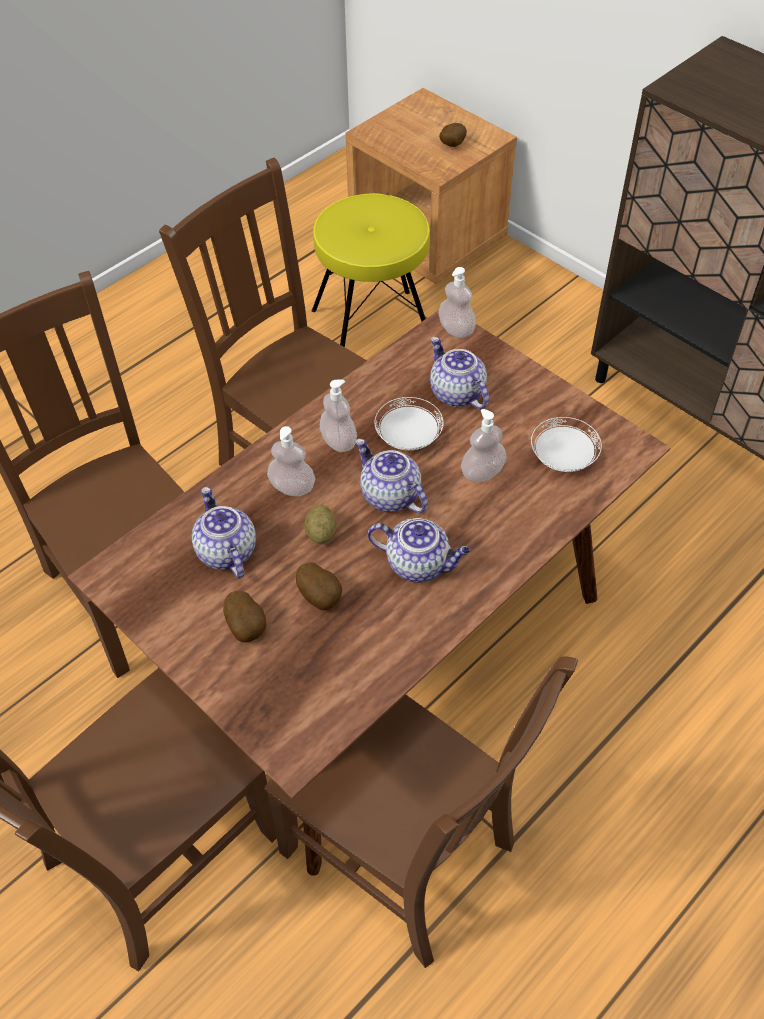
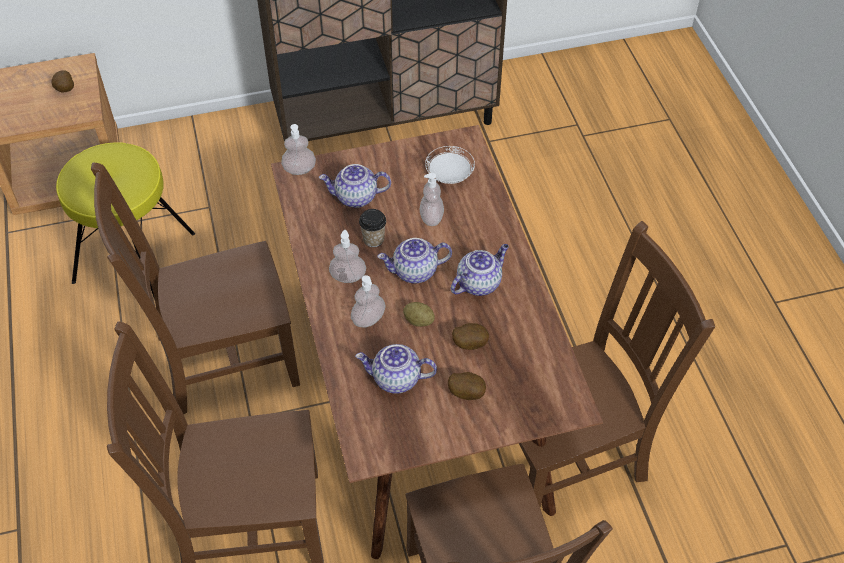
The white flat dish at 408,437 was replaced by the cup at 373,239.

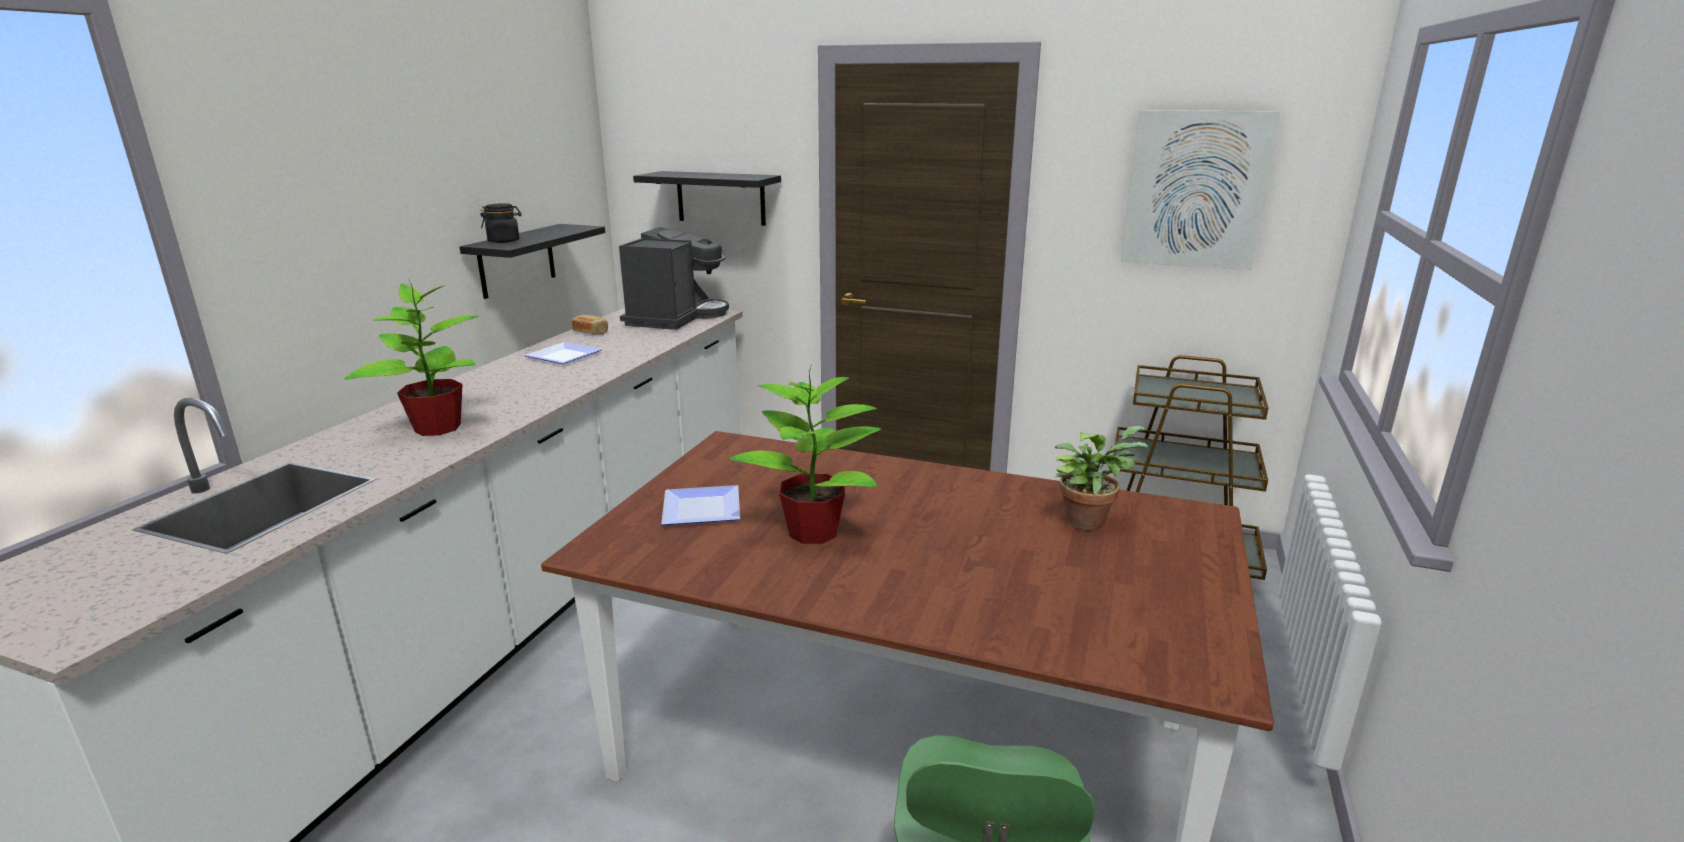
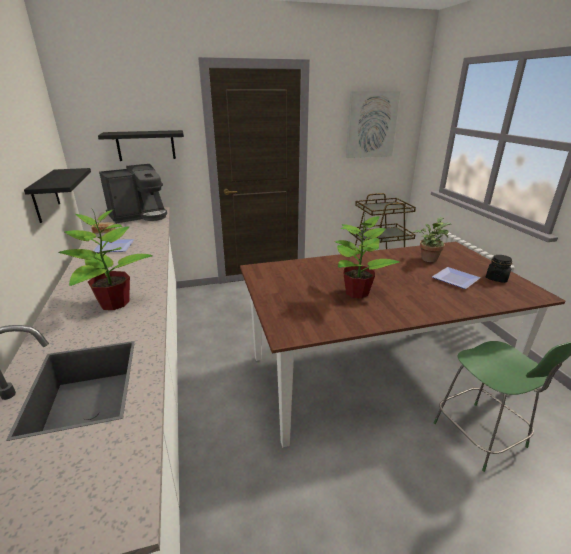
The coffee machine at 675,317 turned 75 degrees clockwise.
The flat dish moved from 704,510 to 457,279.
The black jar moved from 504,241 to 496,278.

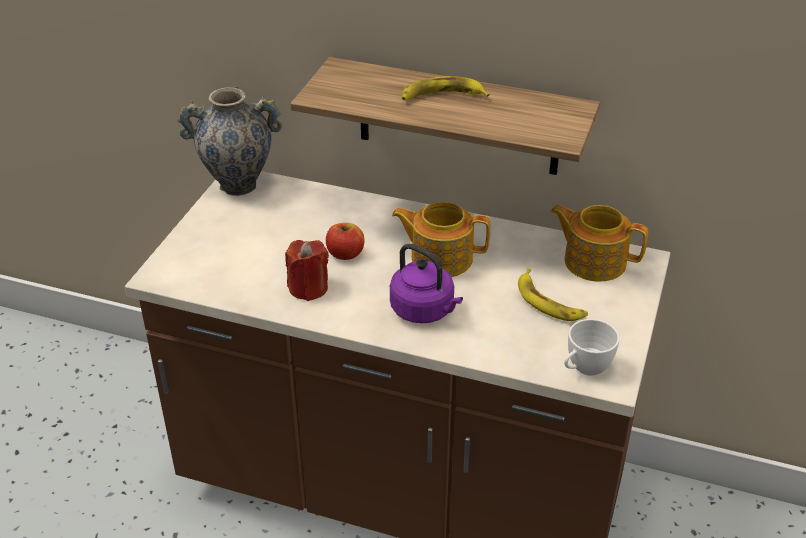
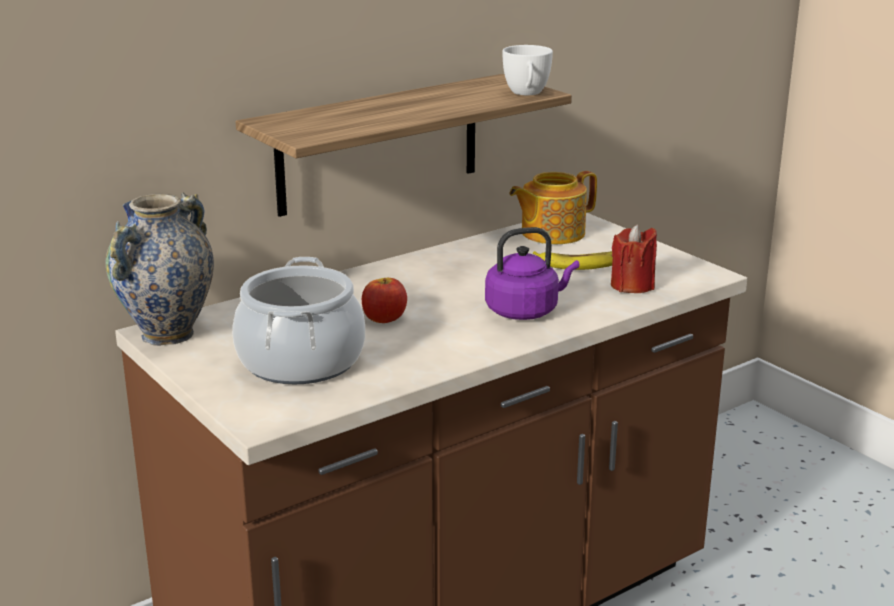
The cooking pot at 301,361 appeared.
The white cup moved from 584,368 to 527,93.
The red-coloured candle moved from 308,288 to 632,285.
The pot for tea at 440,258 disappeared.
The banana fruit at 442,96 disappeared.

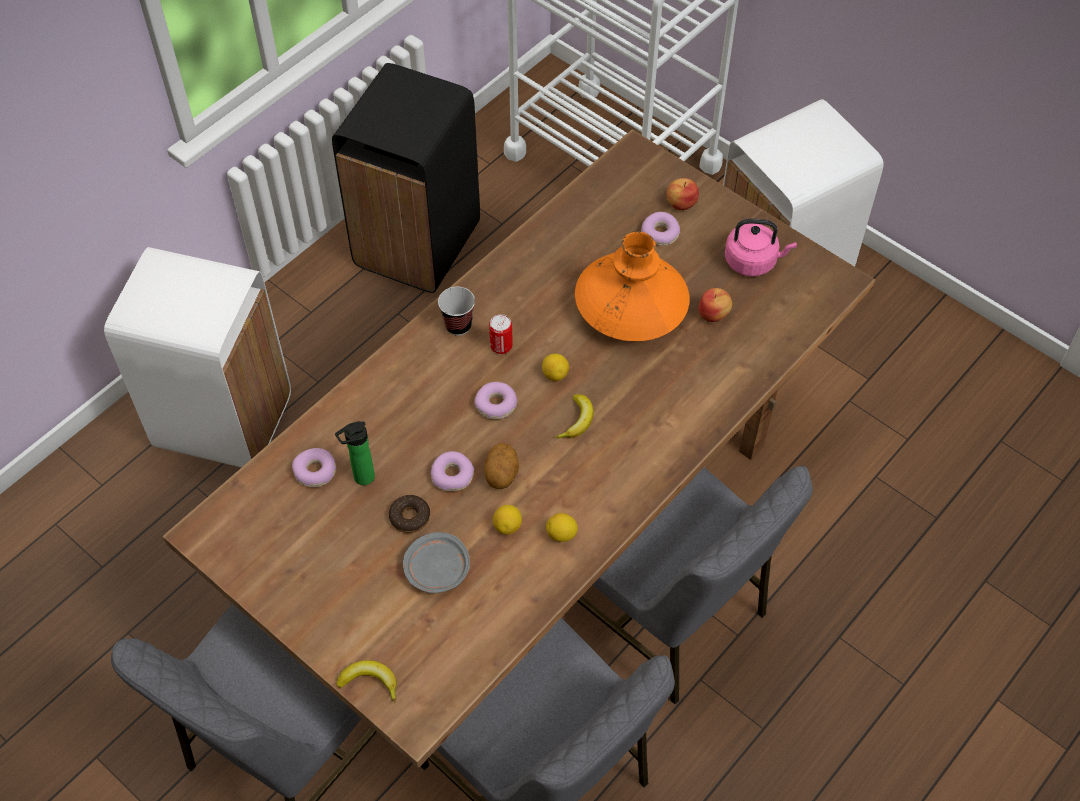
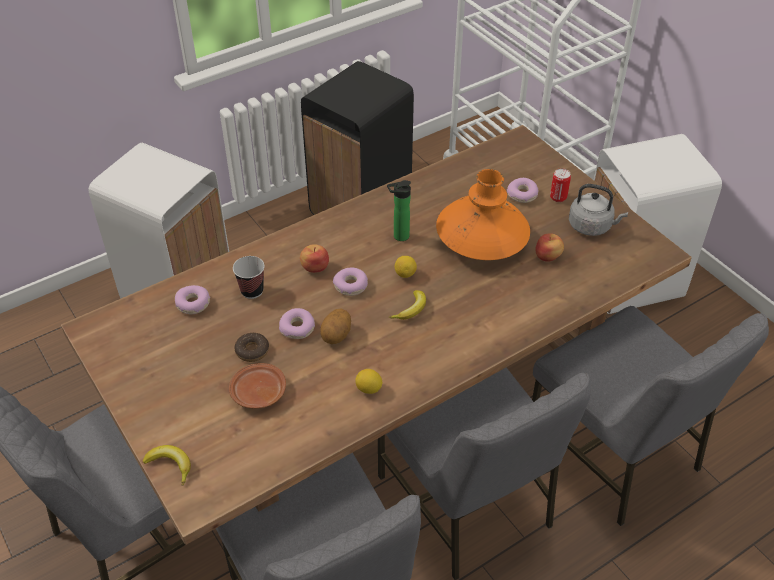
The gray flat dish at 437,569 became the brown flat dish at 258,393.
The cup moved from 458,325 to 252,291.
The whole apple moved from 681,203 to 315,267.
The beverage bottle moved from 361,478 to 399,236.
The gray chair at 615,453 appeared.
The metal can moved from 501,346 to 558,197.
The pinkish water kettle at 753,261 became the gray water kettle at 592,226.
The whole lemon at 508,526 disappeared.

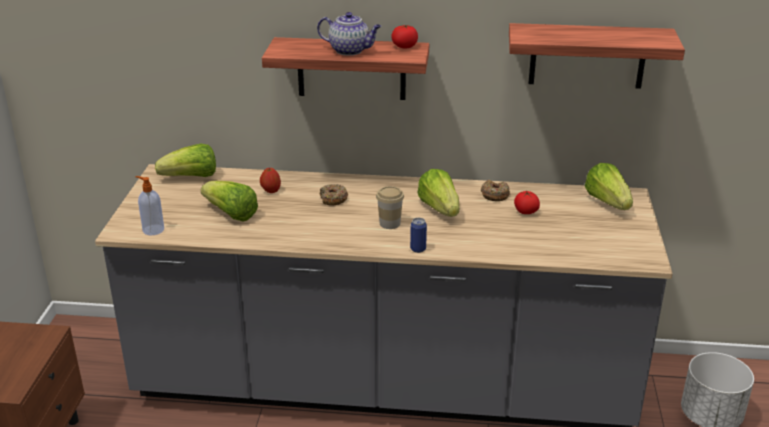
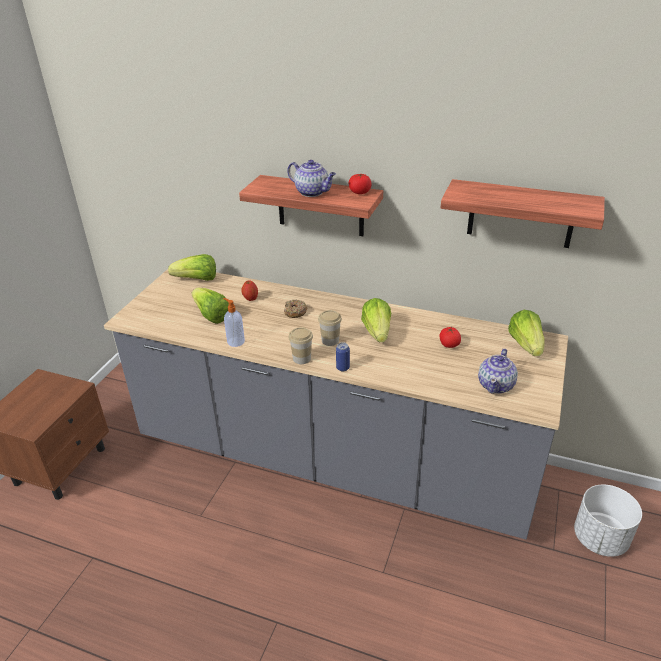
The soap bottle moved from 152,230 to 235,341.
The cup at 302,358 appeared.
The pot for tea at 496,385 appeared.
The ring doughnut at 494,195 disappeared.

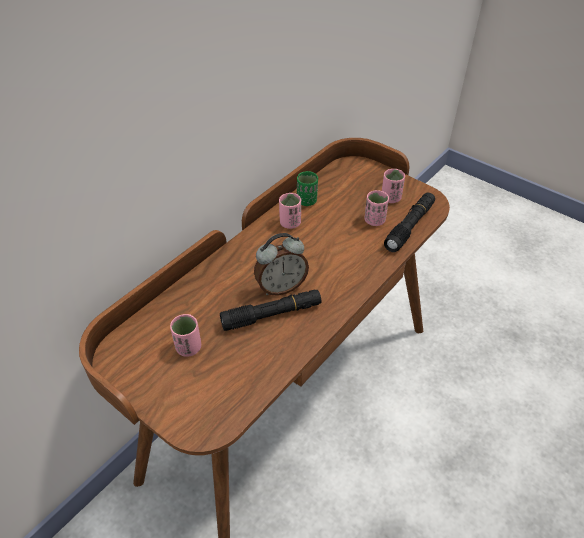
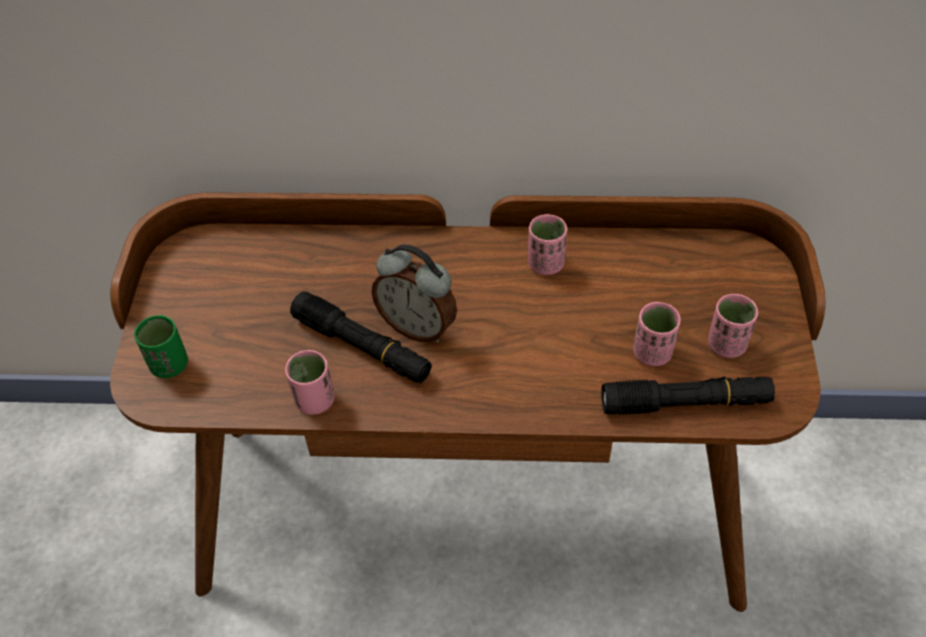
The green cup moved from 306,201 to 169,365.
The pinkish cup moved from 188,347 to 315,400.

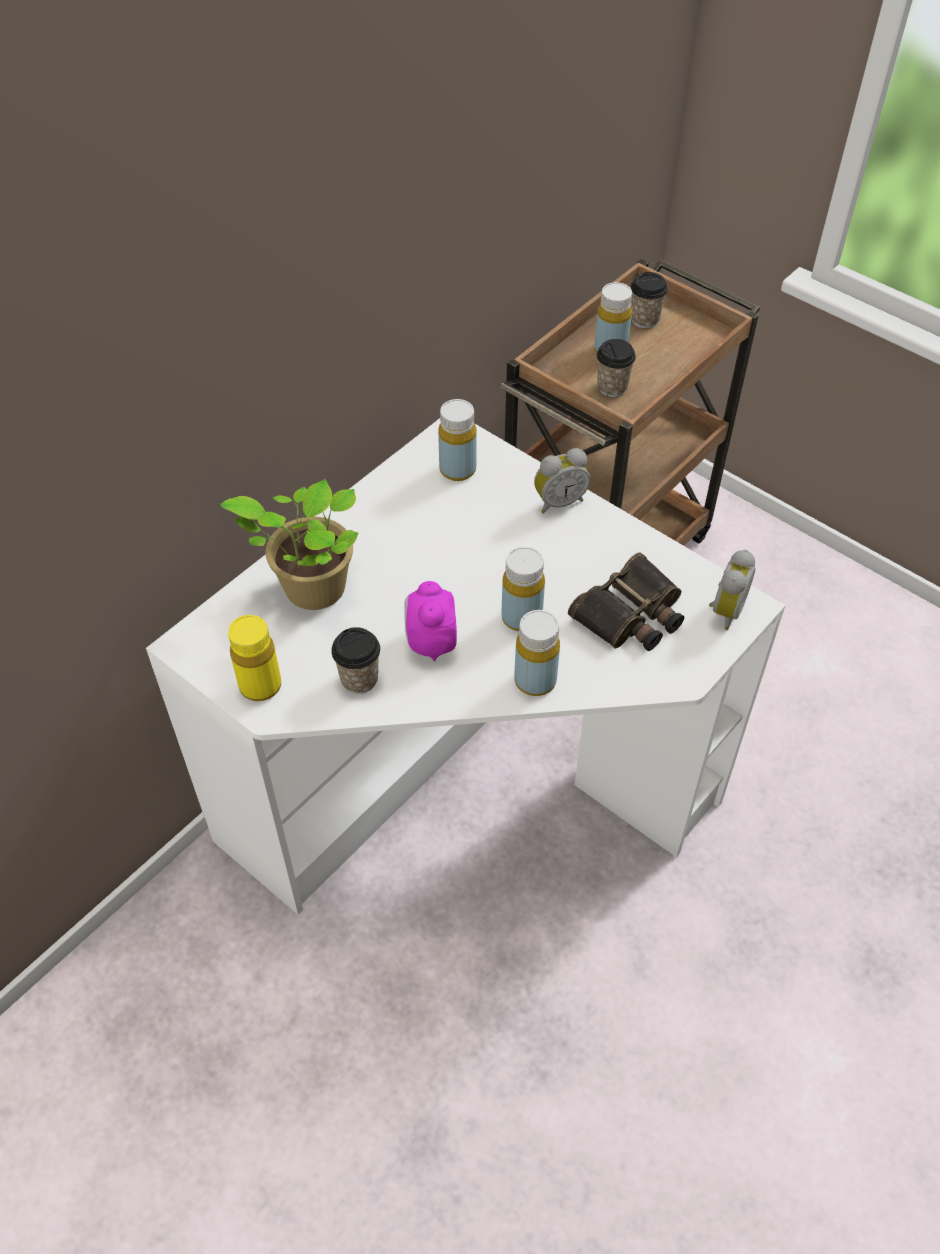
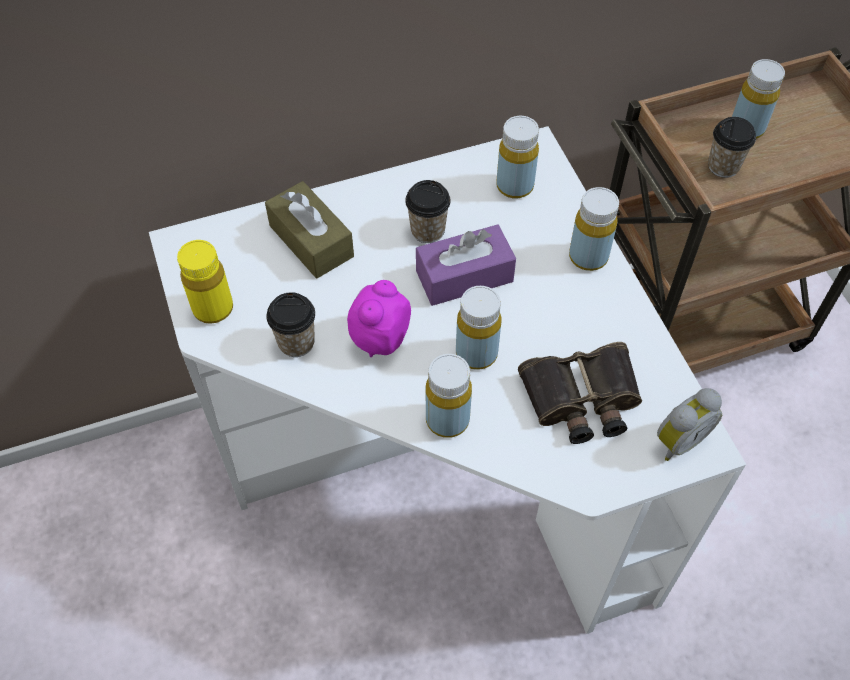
The plant in a pot at 310,589 was replaced by the brown box of tissues at 311,241.
The cup moved from 644,319 to 427,230.
The purplish box of tissues at 464,276 appeared.
The bedside clock at 558,501 was replaced by the yellow-coloured beverage bottle at 588,257.

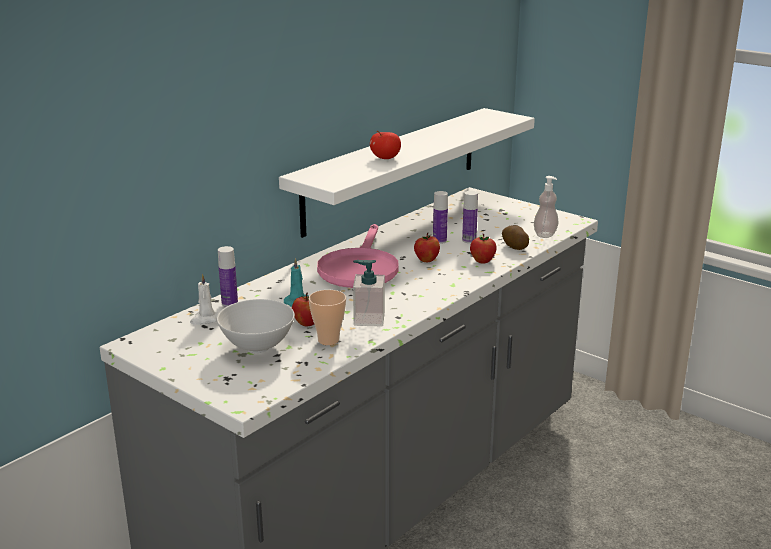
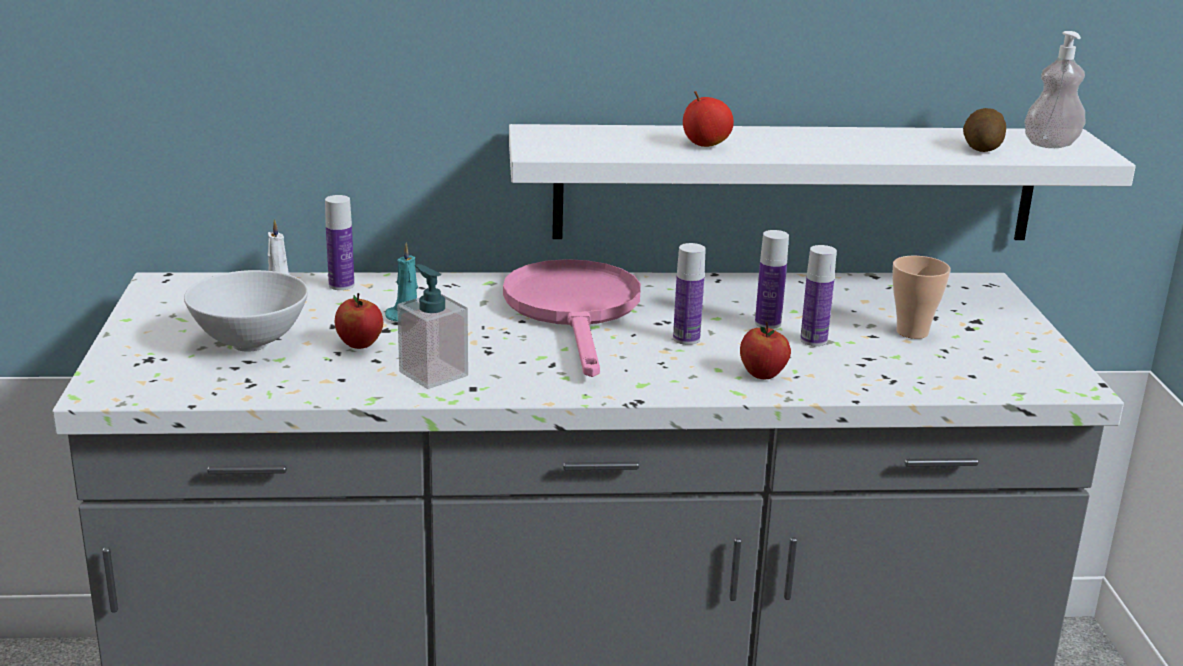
The pinkish frying pan at 359,268 turned 120 degrees clockwise.
The whole apple at 426,260 was replaced by the beverage bottle at 686,339.
The cup moved from 328,340 to 912,332.
The spud moved from 514,247 to 981,148.
The soap bottle moved from 545,234 to 1050,144.

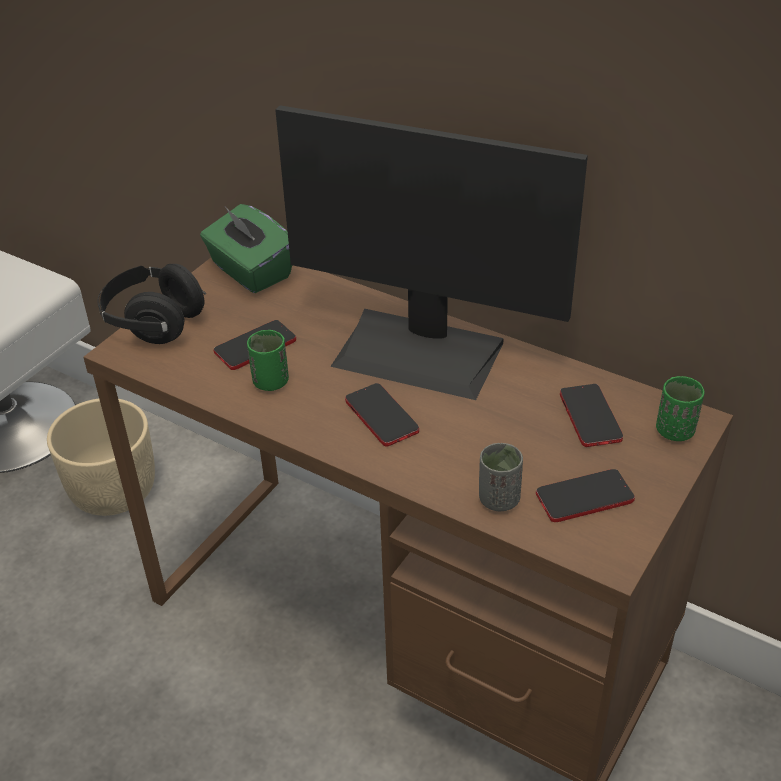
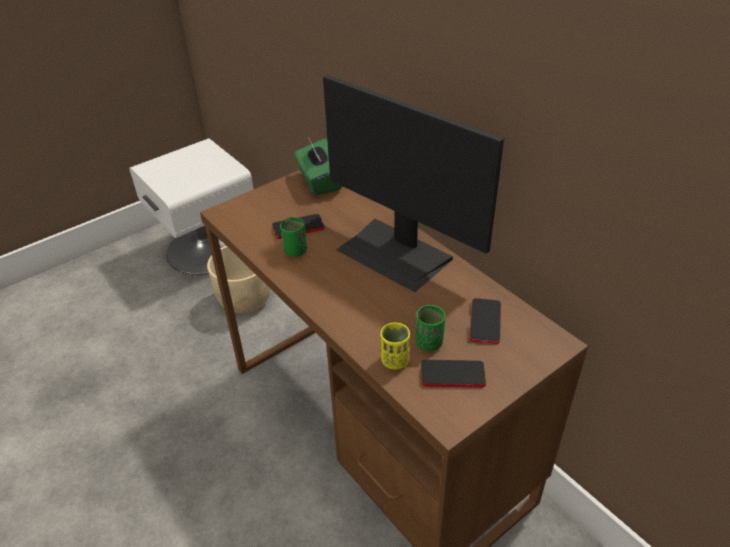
The gray cup at 499,499 became the yellow-coloured cup at 395,361.
The green cup moved from 675,431 to 429,343.
The black headphones at 154,322 disappeared.
The handset at 381,416 disappeared.

